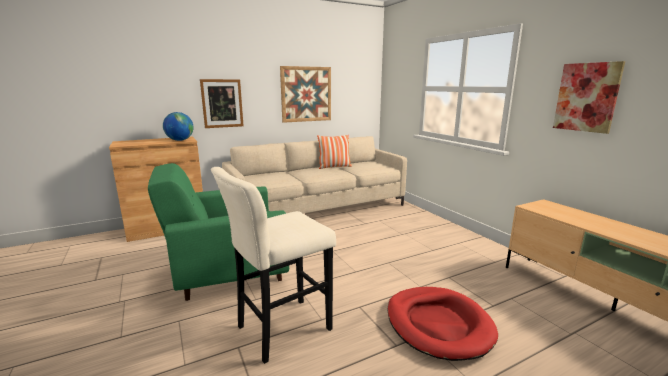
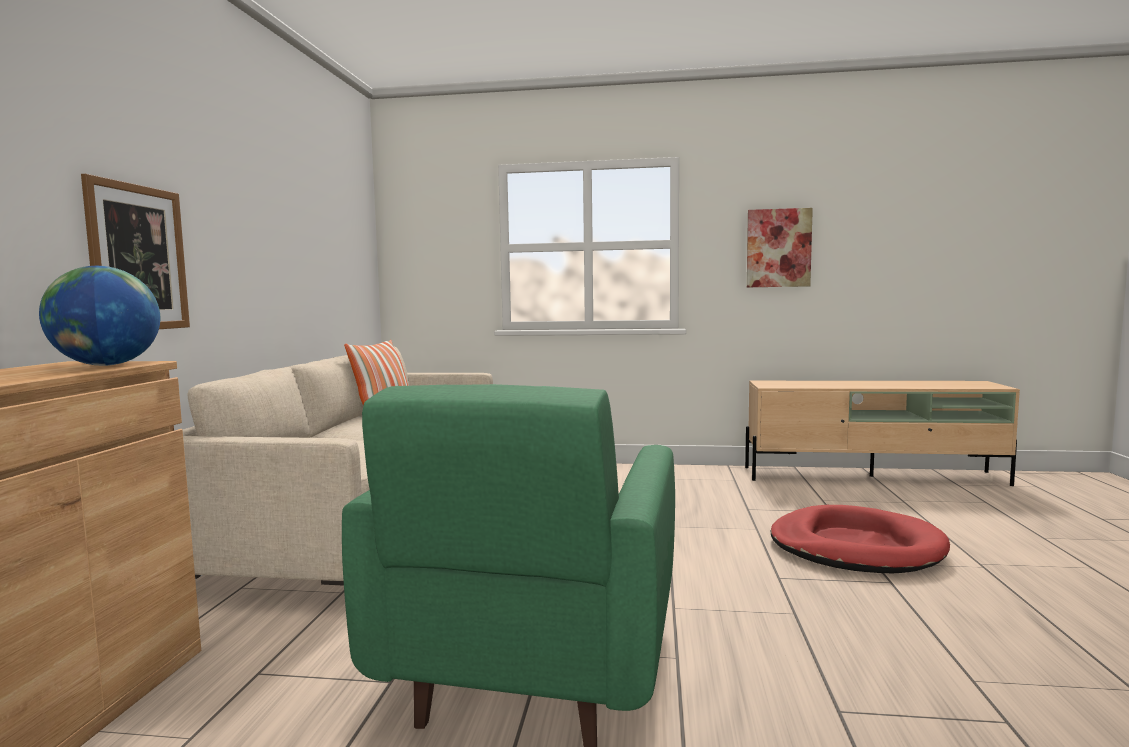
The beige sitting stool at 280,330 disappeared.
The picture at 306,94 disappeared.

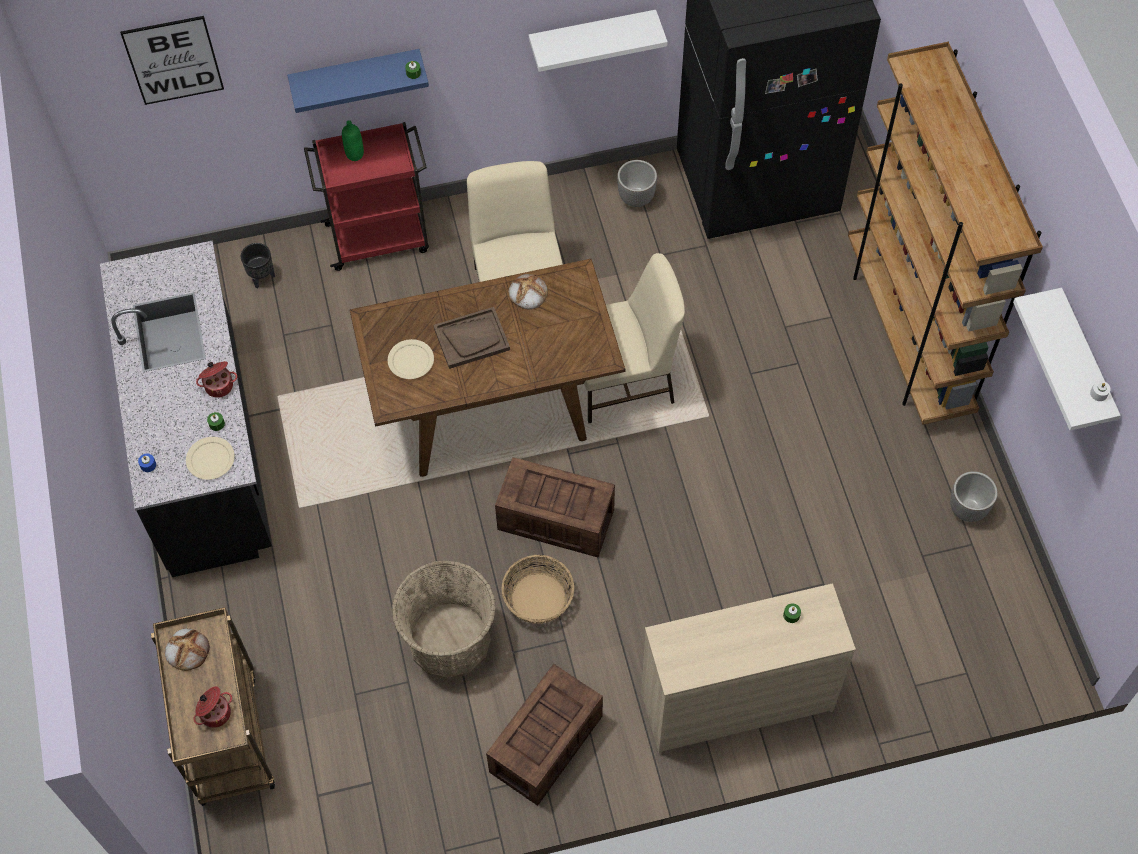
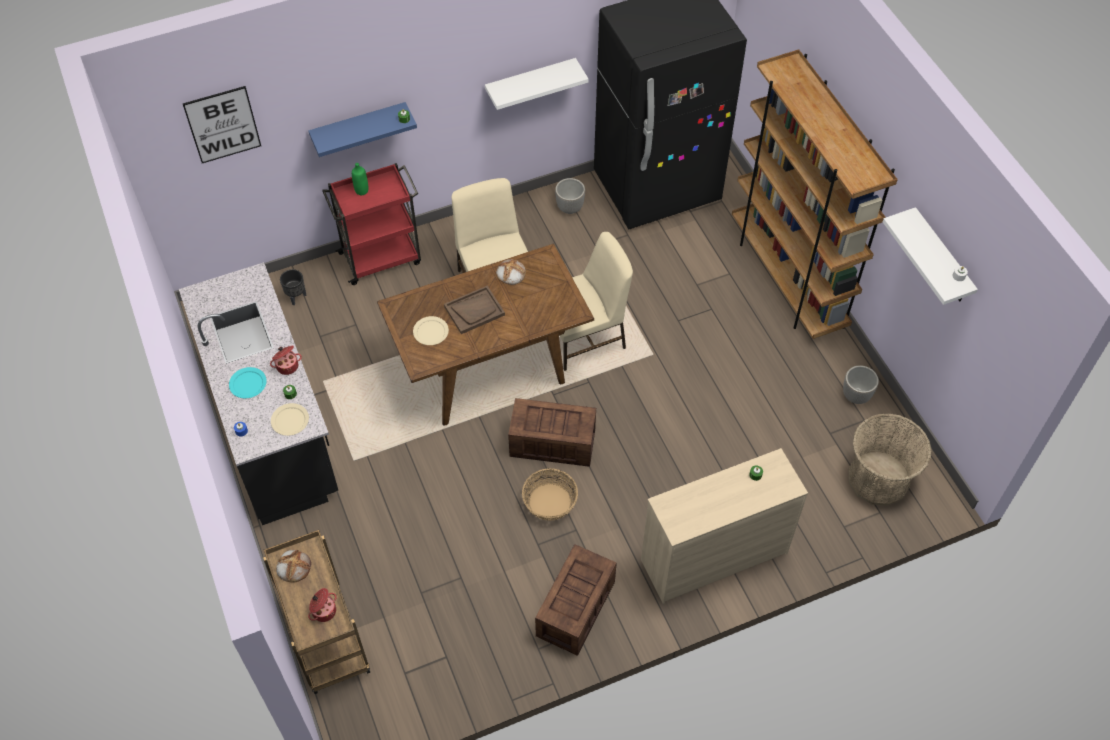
The turquoise-coloured flat dish at 248,384 appeared.
The storage basket moved from 449,640 to 878,478.

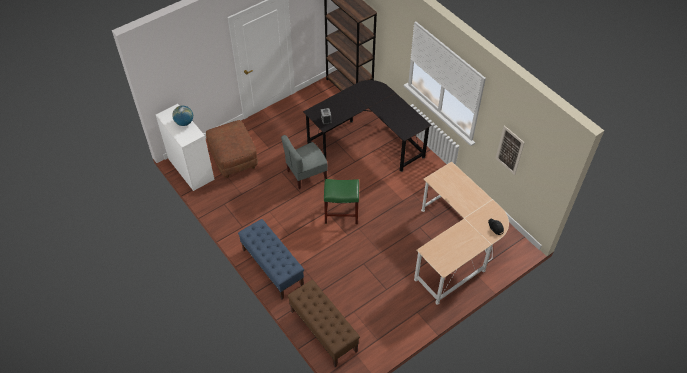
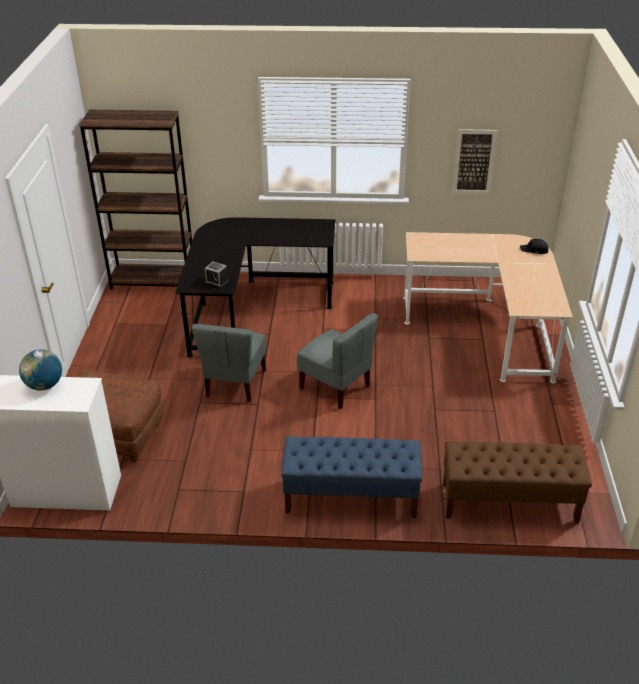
The green sitting stool at 341,214 was replaced by the gray chair at 335,387.

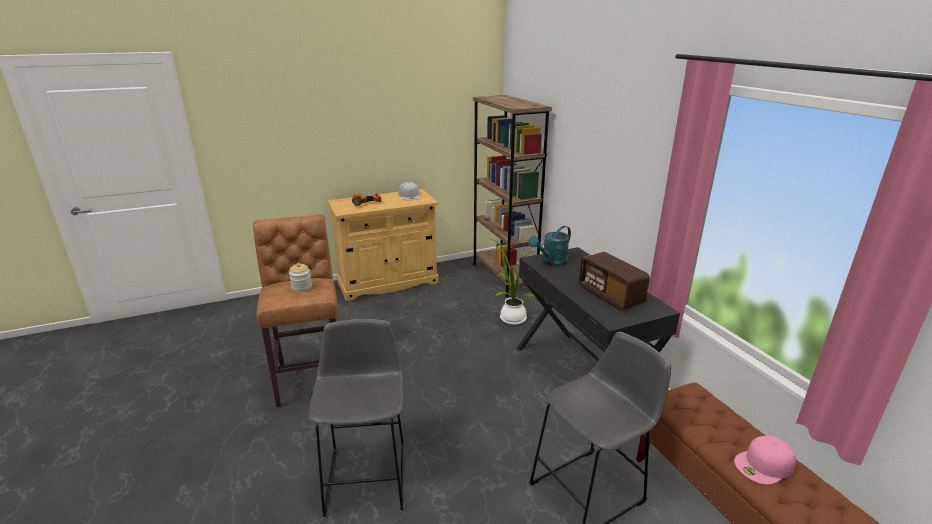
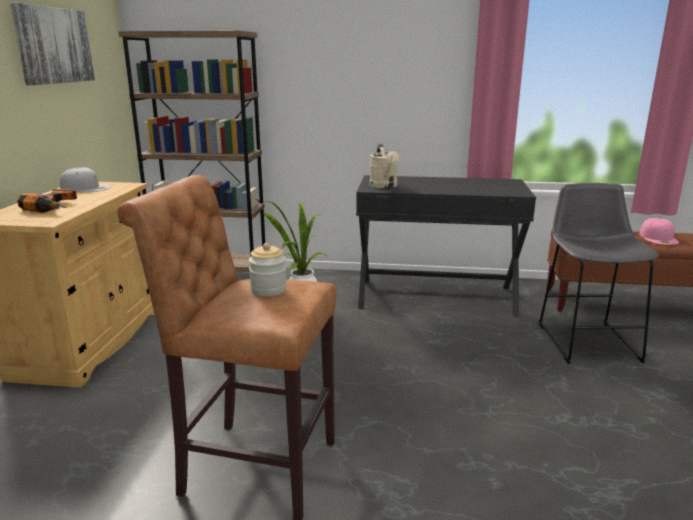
The picture at 54,45 appeared.
The turquoise-coloured watering can at 551,262 became the beige watering can at 384,186.
The gray sitting stool at 367,473 disappeared.
The radio receiver at 610,296 disappeared.

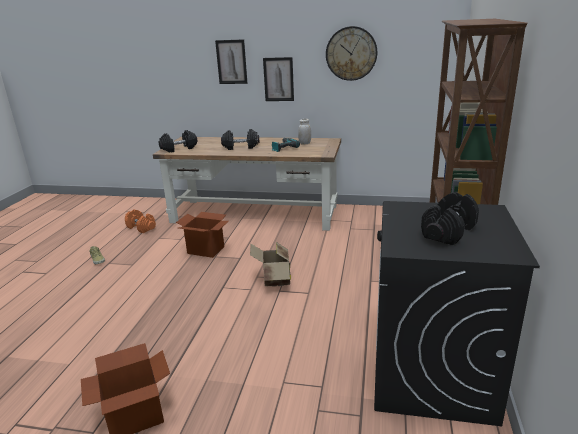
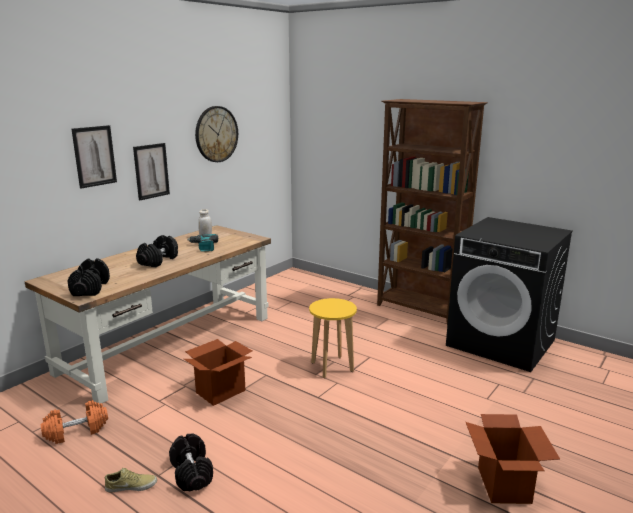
The black hand weight moved from 448,232 to 191,472.
The packing box at 274,280 was replaced by the yellow-coloured sitting stool at 332,367.

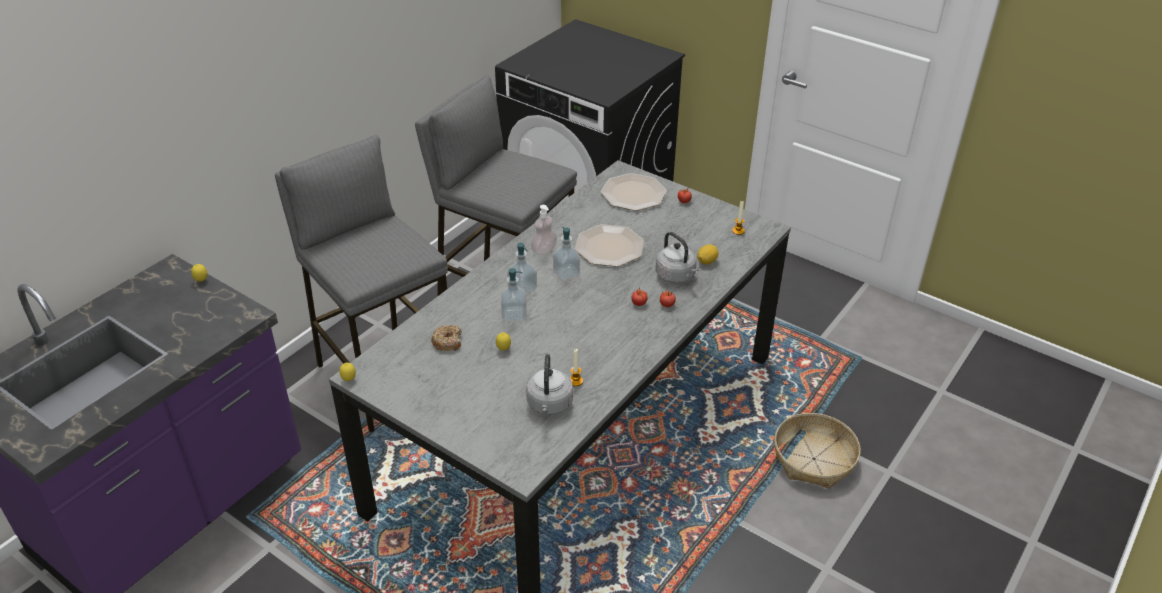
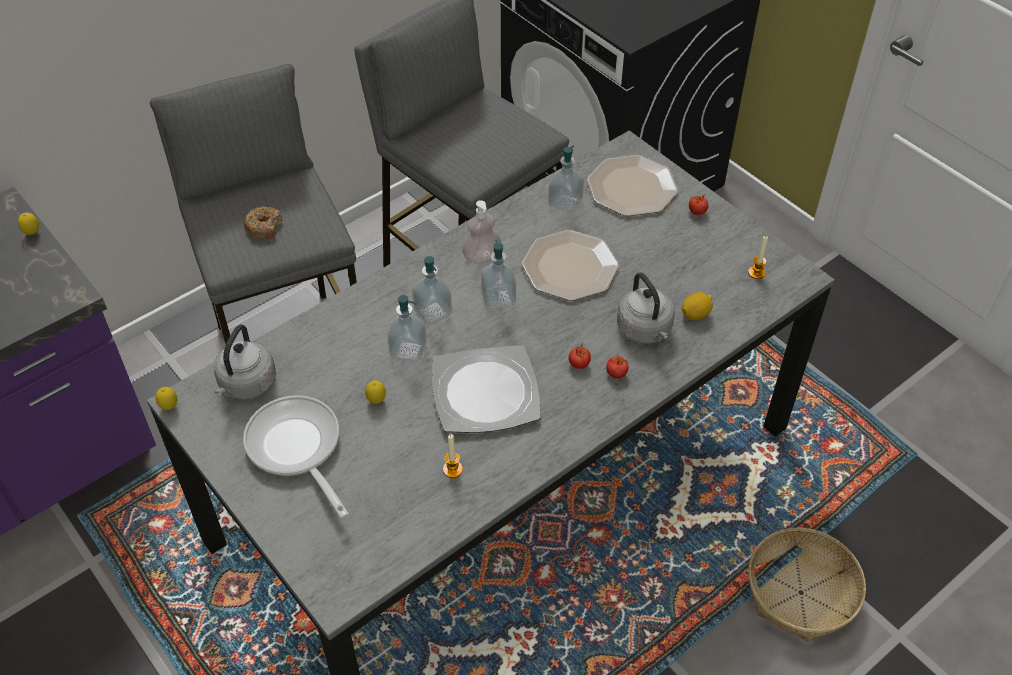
The gray water kettle moved from 549,405 to 246,385.
The frying pan at 297,449 appeared.
The ring doughnut moved from 447,342 to 264,227.
The flat dish at 484,392 appeared.
The soap bottle at 565,202 appeared.

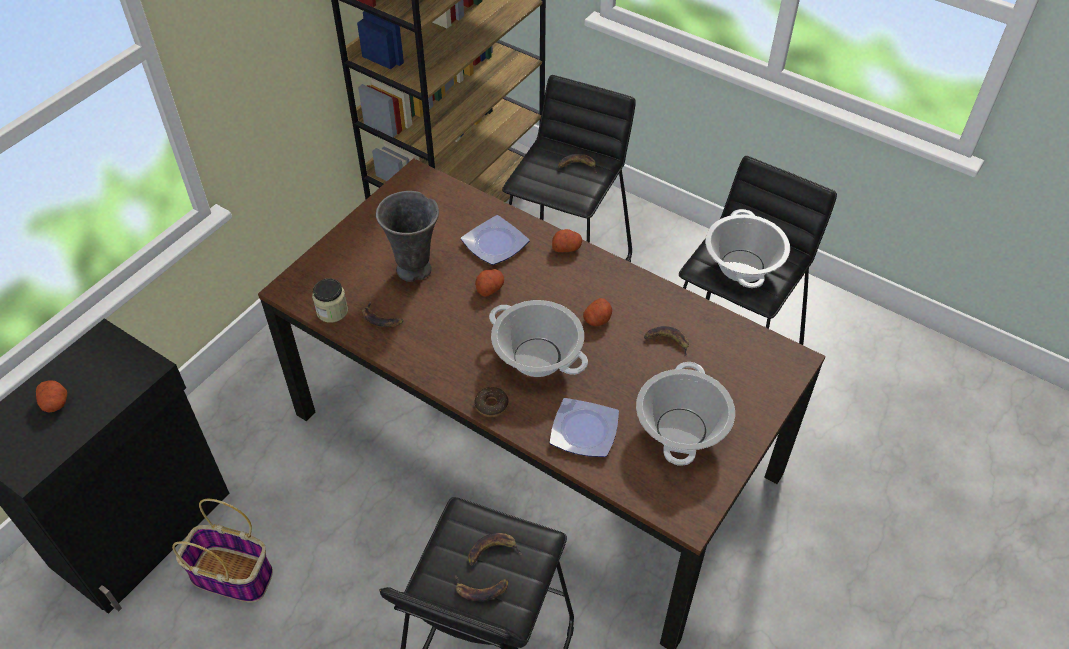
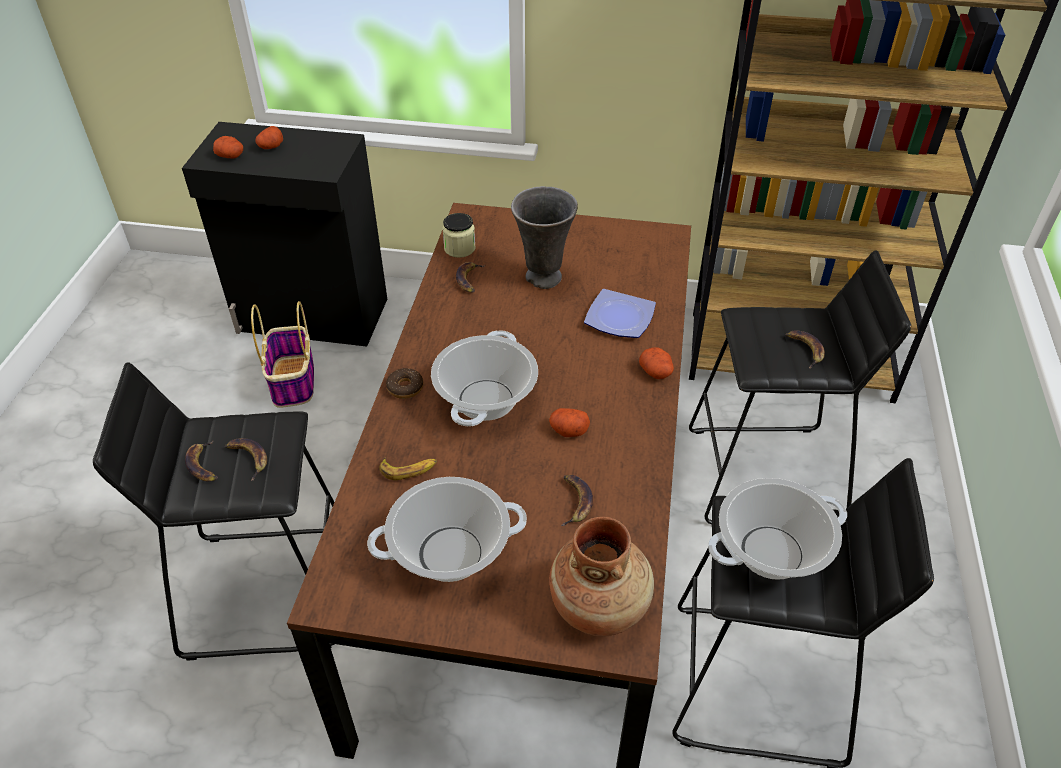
The spud moved from 489,288 to 231,156.
The flat dish at 585,430 was replaced by the banana fruit at 409,469.
The brown vase at 599,605 appeared.

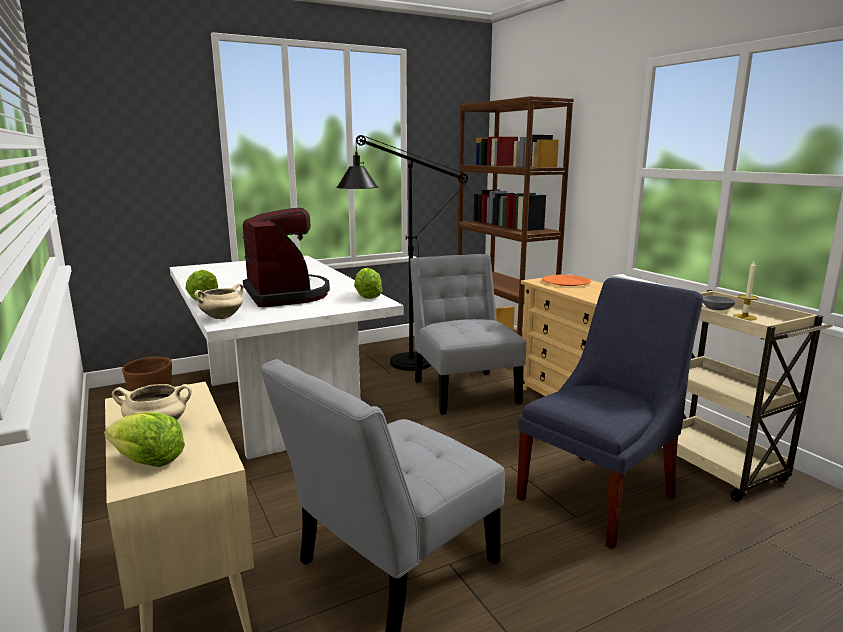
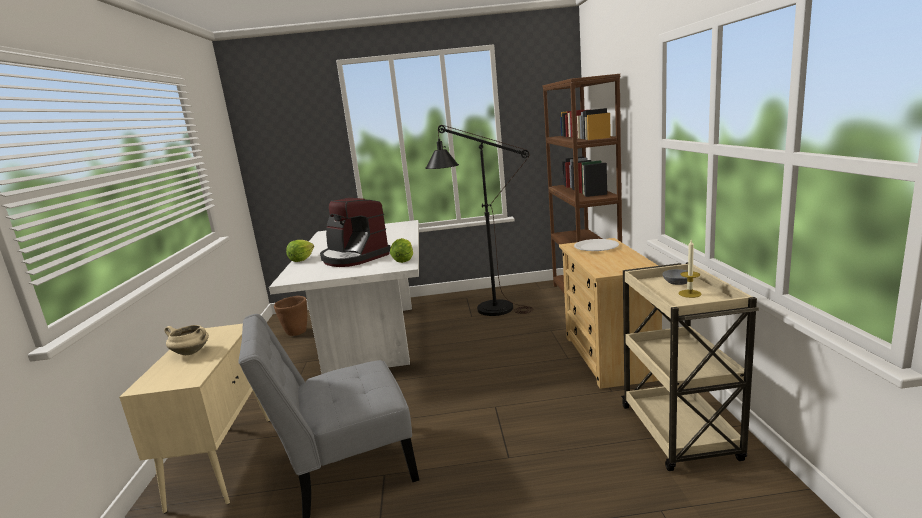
The coffee machine at 287,295 turned 135 degrees clockwise.
The orangey flat dish at 566,282 became the white flat dish at 596,247.
The lettuce head at 147,461 disappeared.
The beige cooking pot at 222,317 disappeared.
The gray chair at 464,389 disappeared.
The blue chair at 601,495 disappeared.

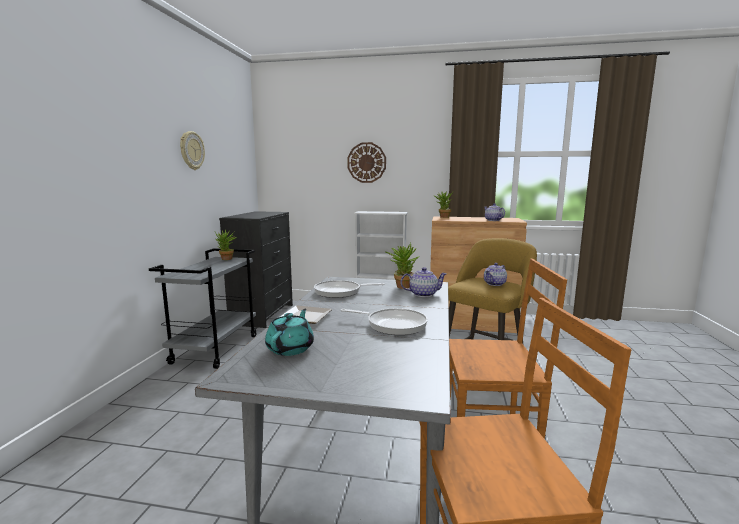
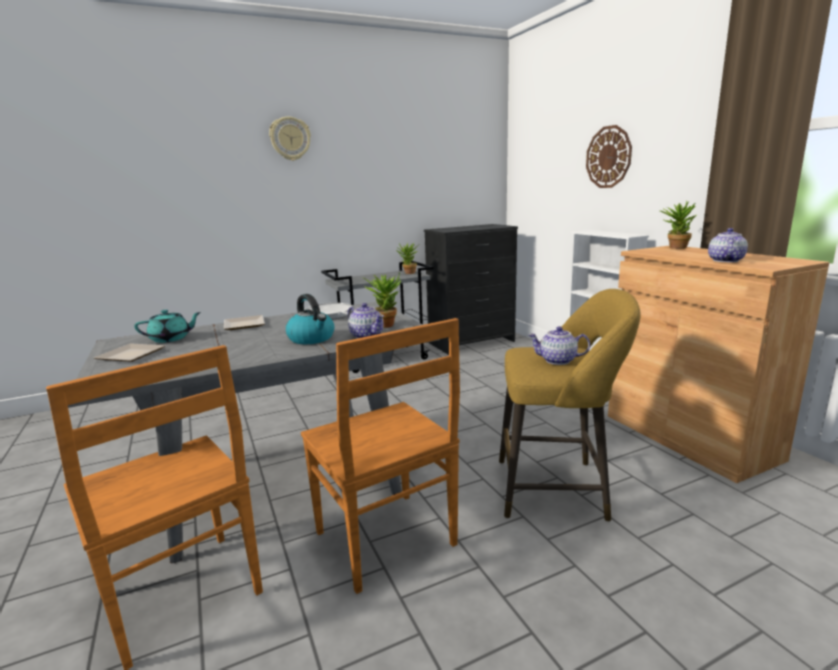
The flat dish at 133,355 appeared.
The hanging clock moved from 191,150 to 290,139.
The water kettle at 312,339 appeared.
The frying pan at 393,325 disappeared.

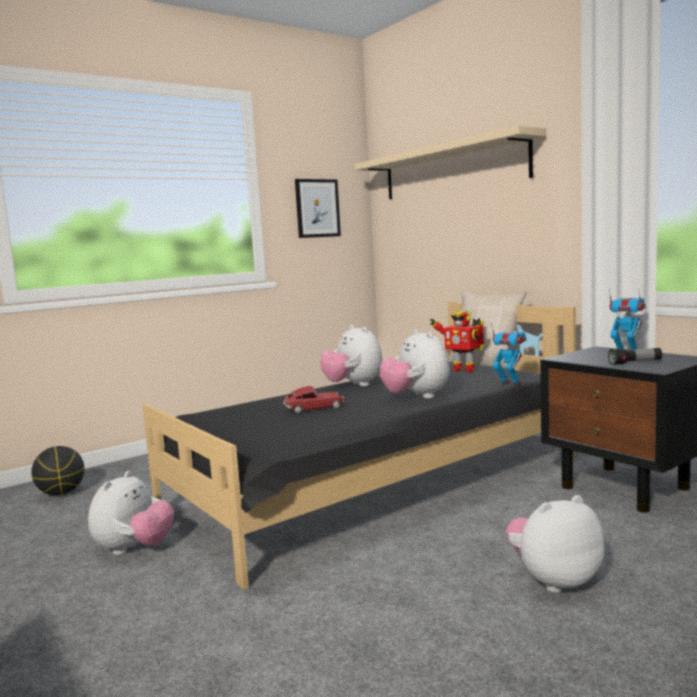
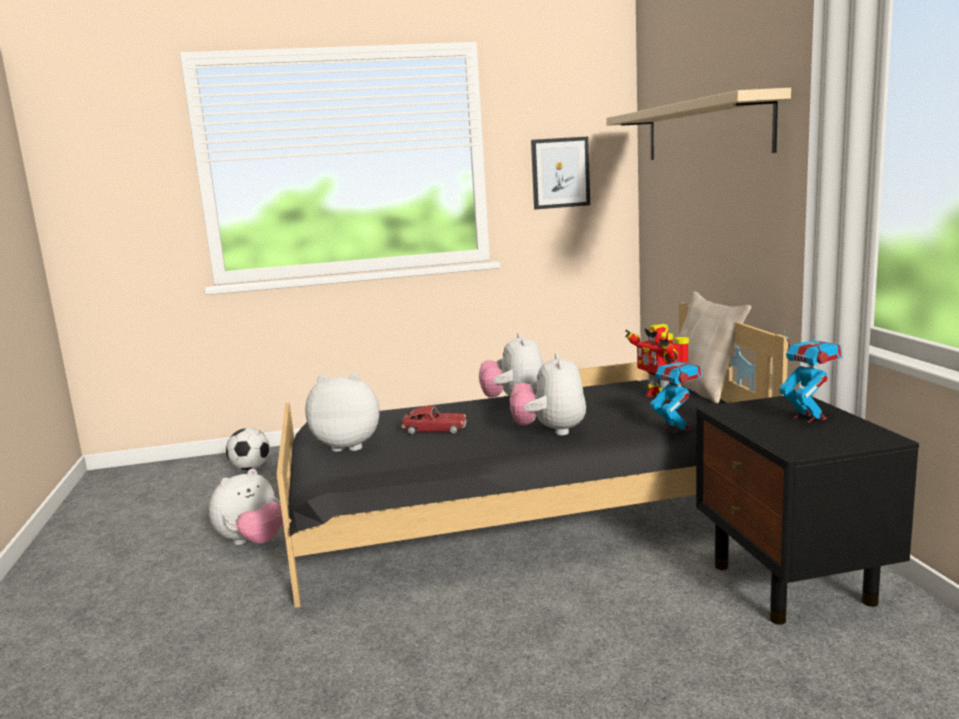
The ball for basketball at 61,493 was replaced by the football at 251,468.
The cuddly toy moved from 554,580 to 349,445.
The torch at 635,363 disappeared.

